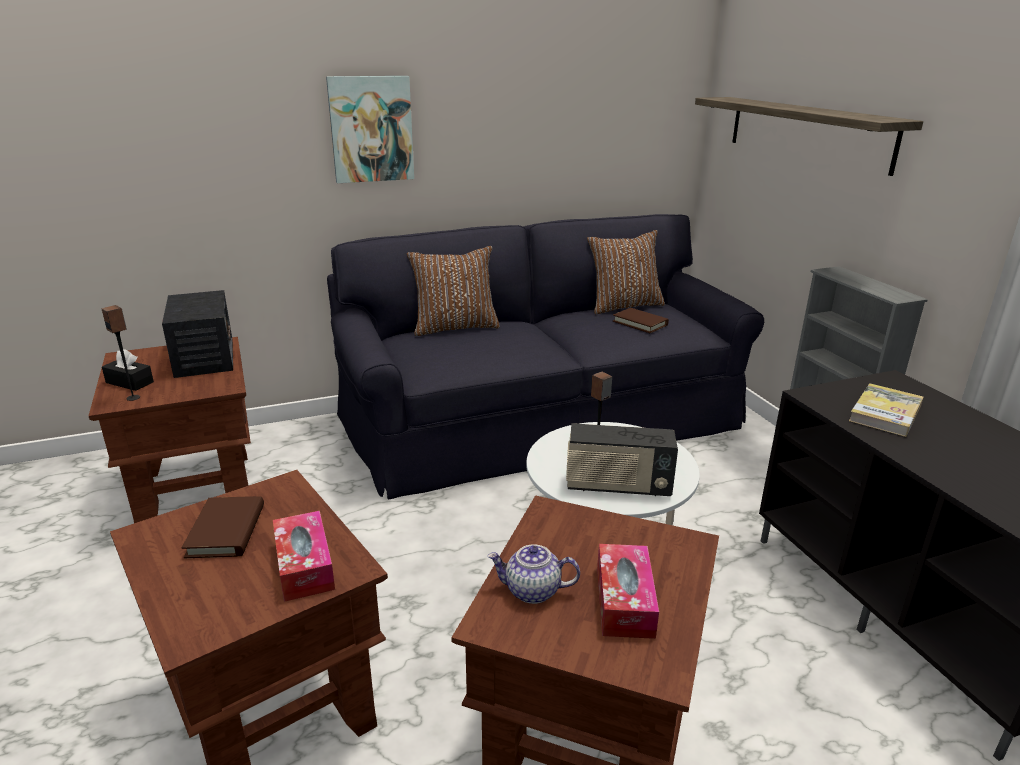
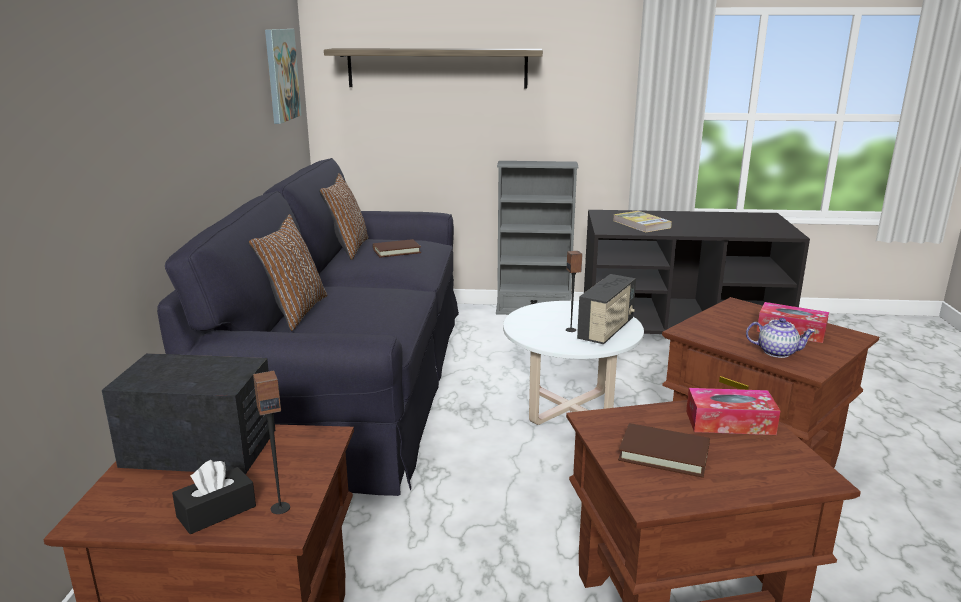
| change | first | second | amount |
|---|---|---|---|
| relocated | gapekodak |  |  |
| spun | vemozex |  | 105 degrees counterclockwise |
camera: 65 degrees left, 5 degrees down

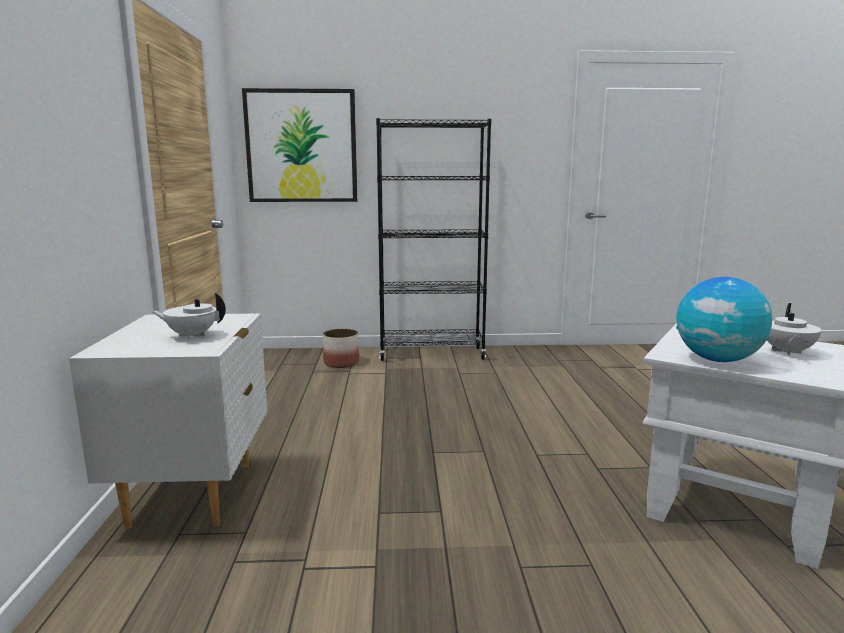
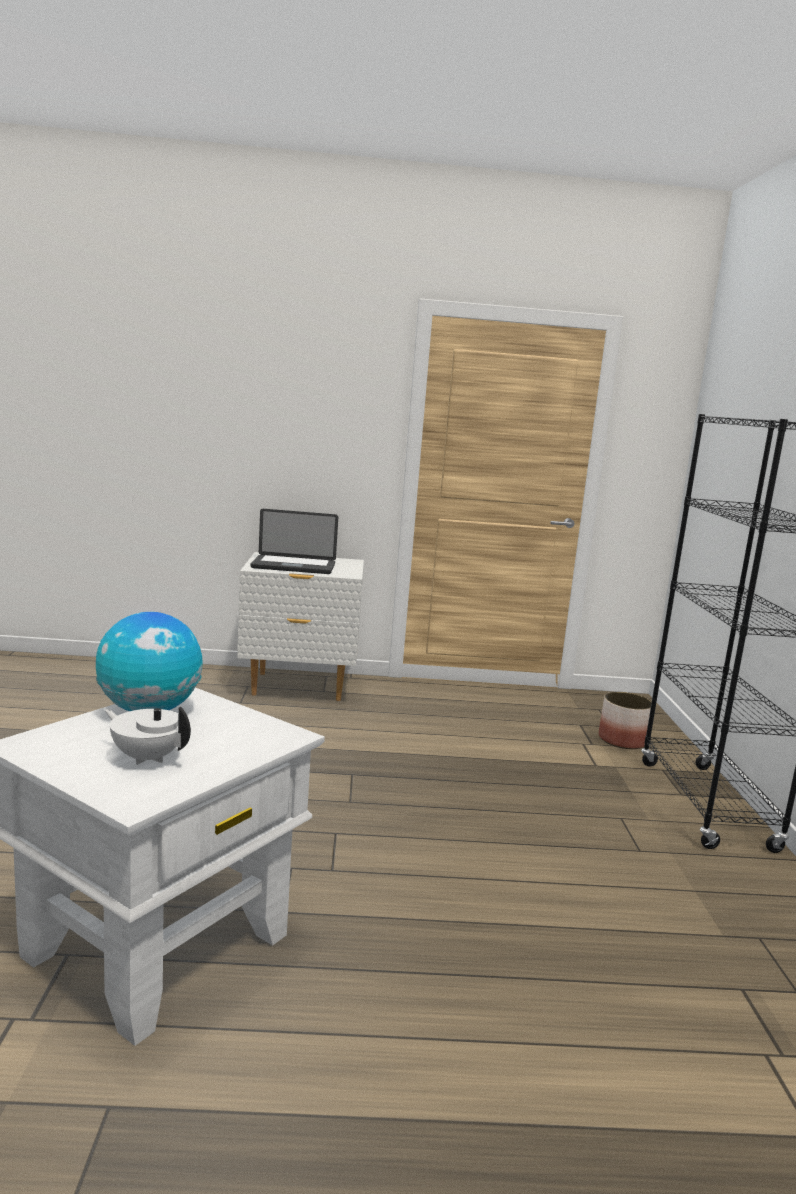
| change | first | second | amount |
|---|---|---|---|
| missing | gapekodak |  |  |
| exchanged | vemozex (white) (no. 1 from left) | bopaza |  |
camera: 90 degrees right, 0 degrees up

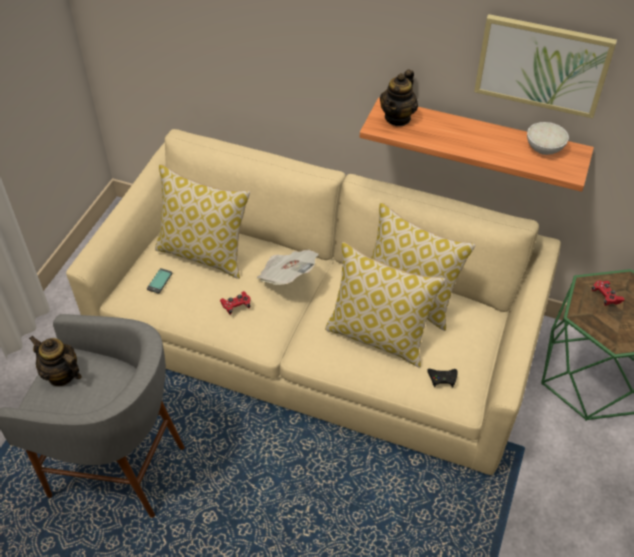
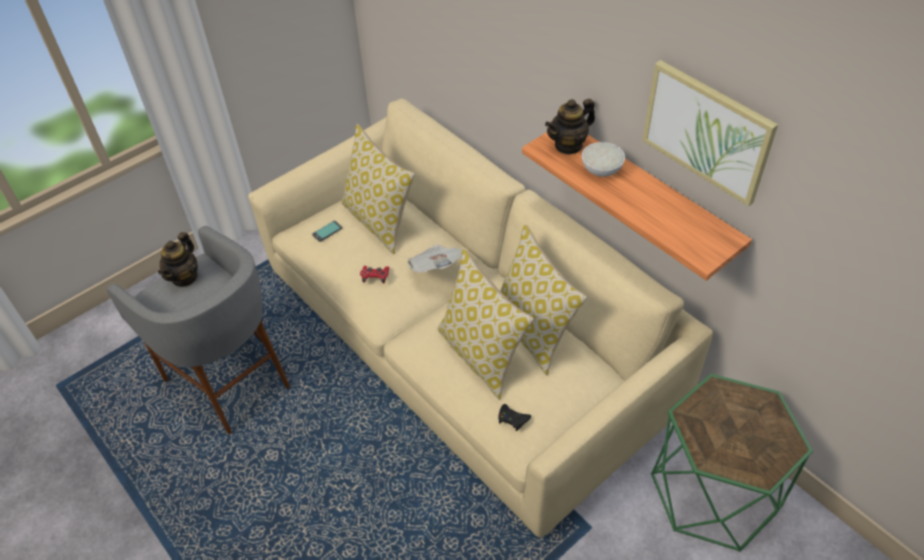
| change | first | second | amount |
|---|---|---|---|
| missing | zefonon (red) (no. 2 from left) |  |  |
| relocated | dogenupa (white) |  |  |
| spun | vemozex (no. 1 from left) |  | 135 degrees counterclockwise |
camera: 30 degrees right, 0 degrees up

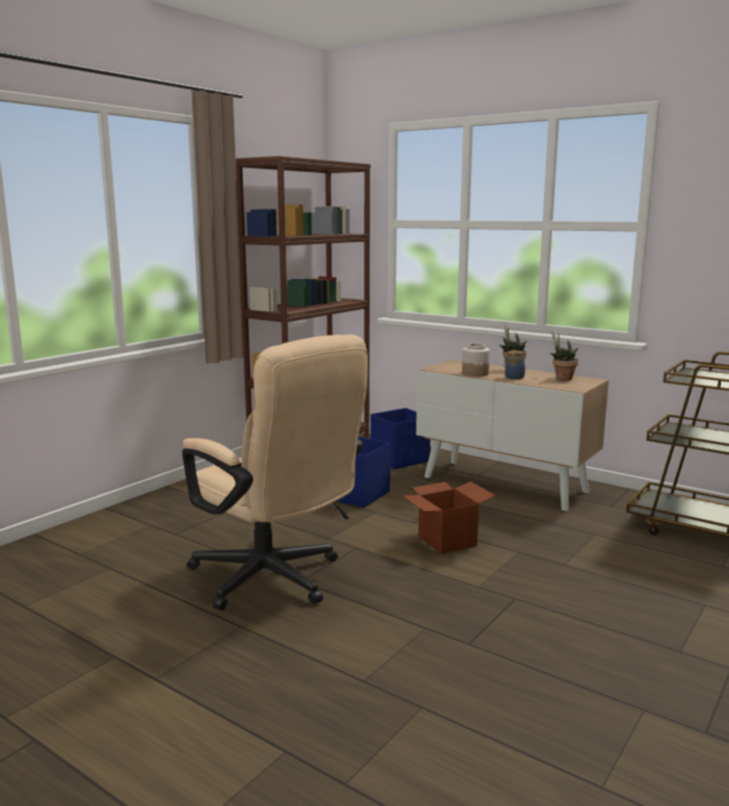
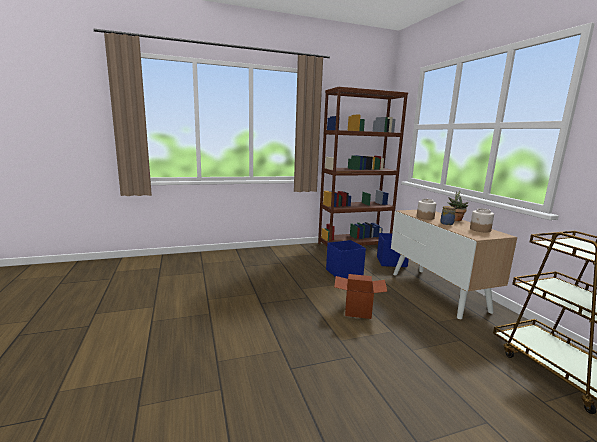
| change | first | second | amount |
|---|---|---|---|
| missing | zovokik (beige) |  |  |
| exchanged | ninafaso (no. 2 from left) | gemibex (no. 3 from left) |  |
camera: 35 degrees right, 0 degrees up

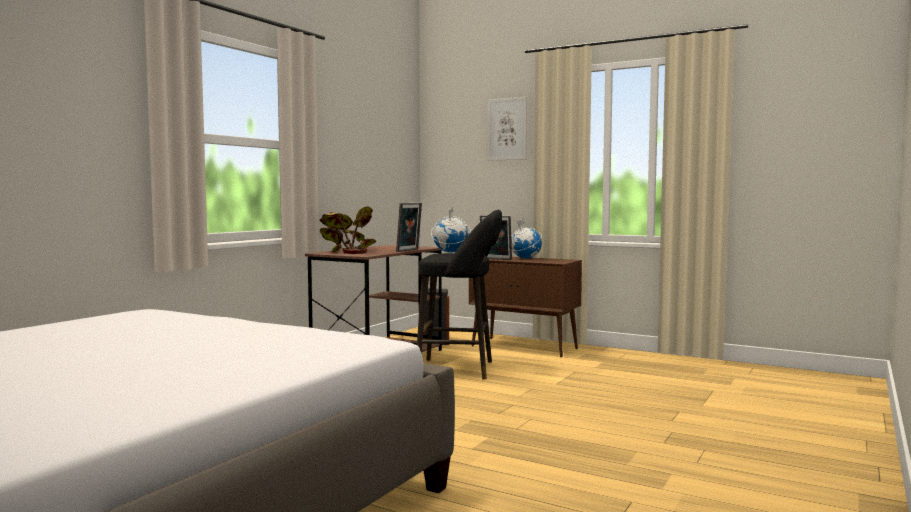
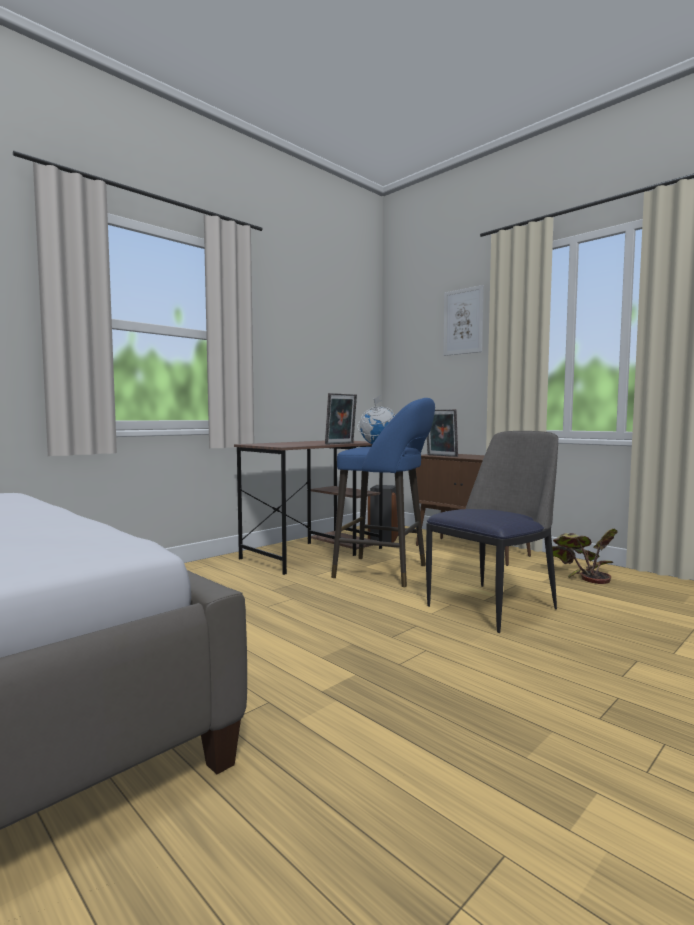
| change | first | second | amount |
|---|---|---|---|
| missing | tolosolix (no. 2 from left) |  |  |
| appeared |  | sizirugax |  |
| relocated | ninafaso |  |  |
| colour | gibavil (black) | gibavil (blue) |  |
camera: 15 degrees right, 0 degrees up

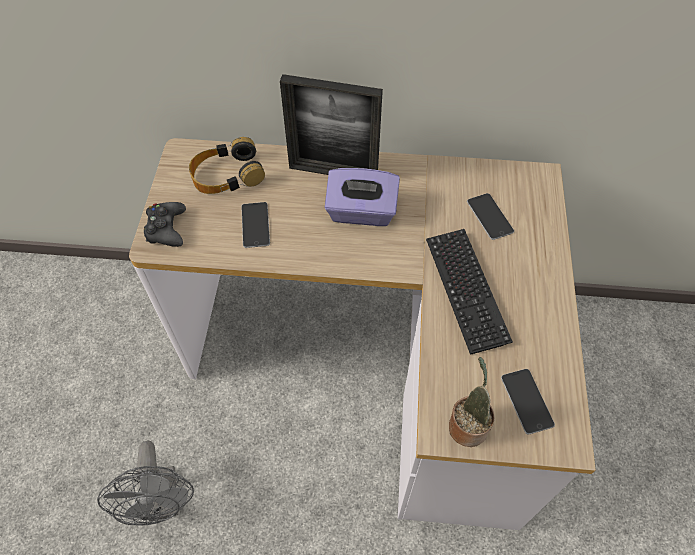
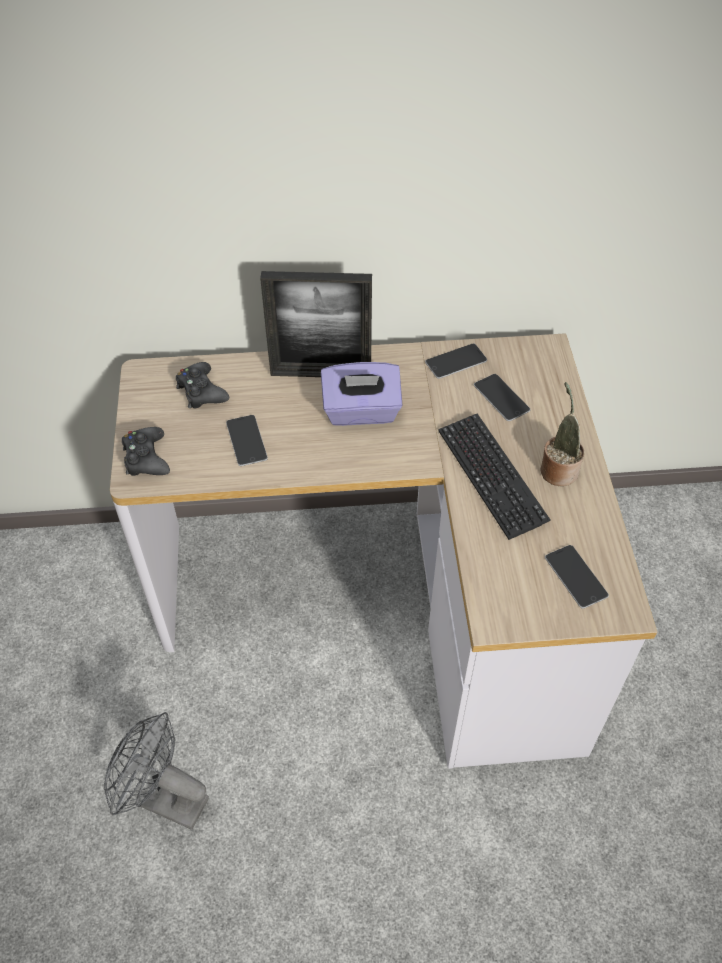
| change | first | second | amount |
|---|---|---|---|
| appeared |  | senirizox (no. 2 from left) |  |
| relocated | ninafaso |  |  |
| exchanged | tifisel | zefonon (black) (no. 2 from left) |  |
| spun | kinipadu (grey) |  | 135 degrees clockwise |
camera: 10 degrees left, 5 degrees down

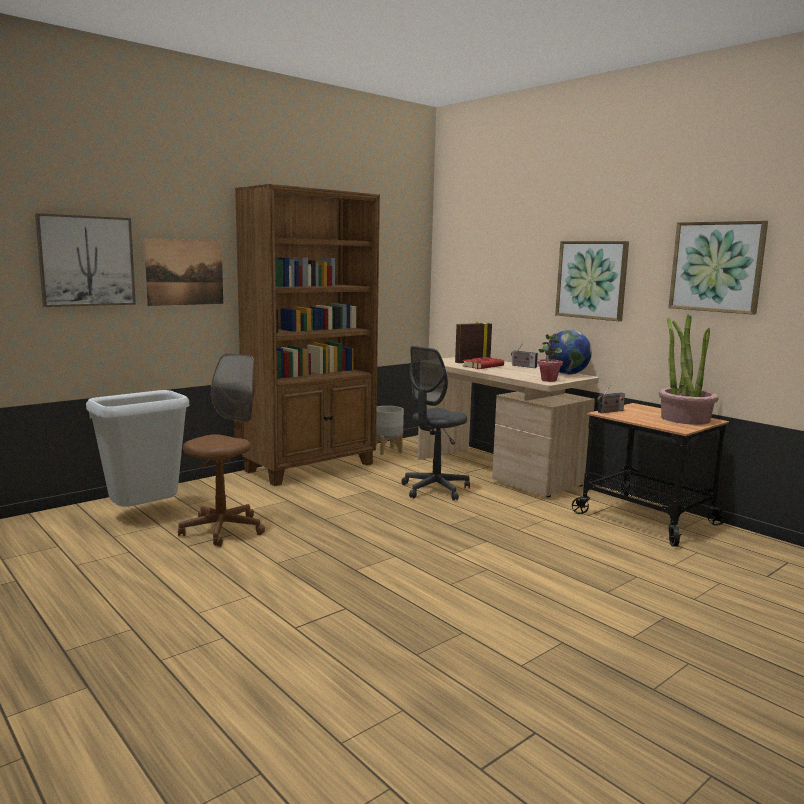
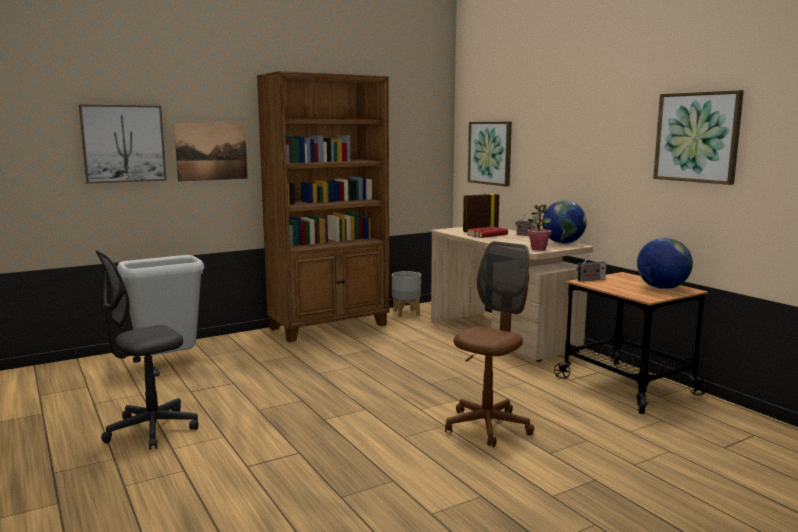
| change | first | second | amount |
|---|---|---|---|
| relocated | zovokik (brown) |  |  |
| relocated | zovokik (grey) |  |  |
| relocated | gapekodak (no. 3 from left) |  |  |
| exchanged | ninafaso (no. 2 from left) | tolosolix (no. 2 from left) |  |
camera: 10 degrees right, 0 degrees up

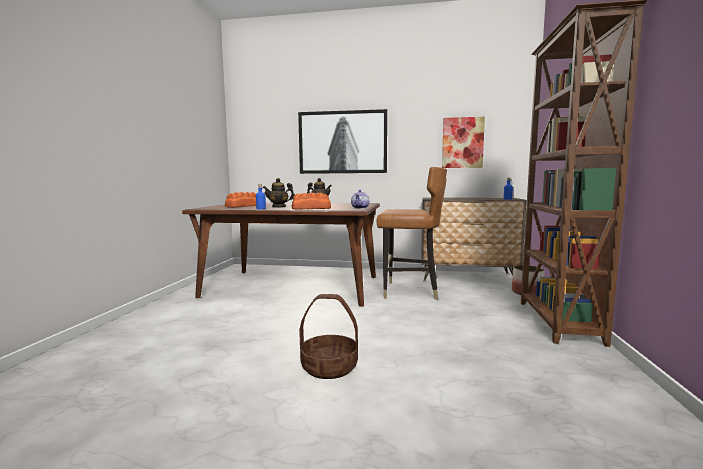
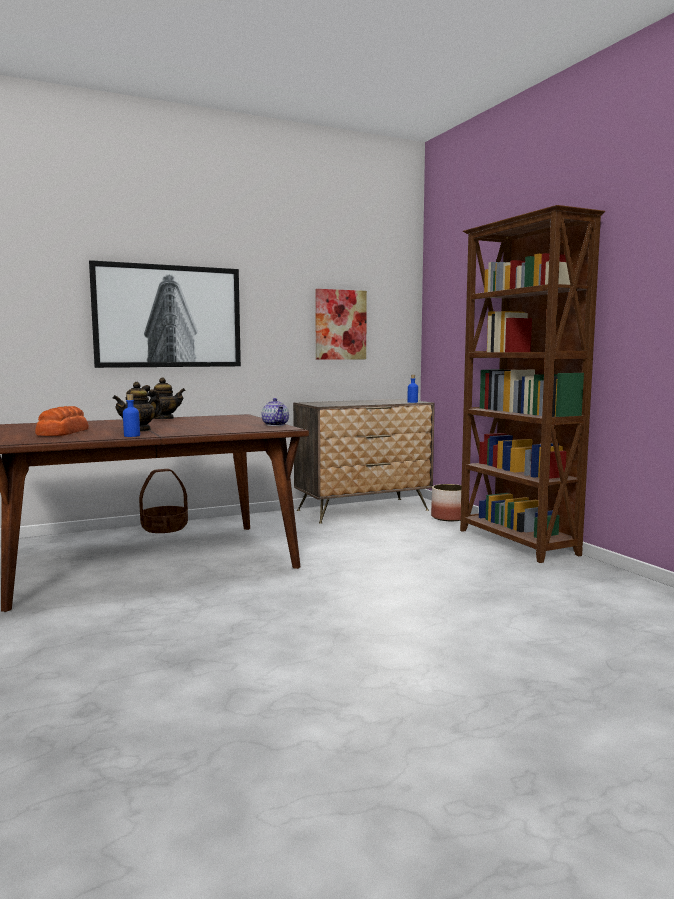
| change | first | second | amount |
|---|---|---|---|
| missing | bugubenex (no. 2 from left) |  |  |
| missing | sizirugax (brown) |  |  |
| relocated | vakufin |  |  |
camera: 35 degrees left, 0 degrees up

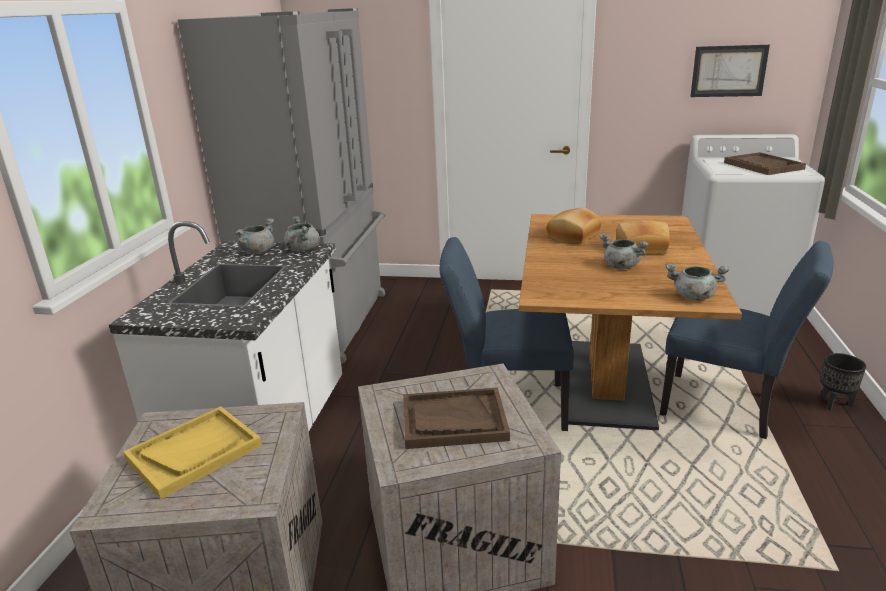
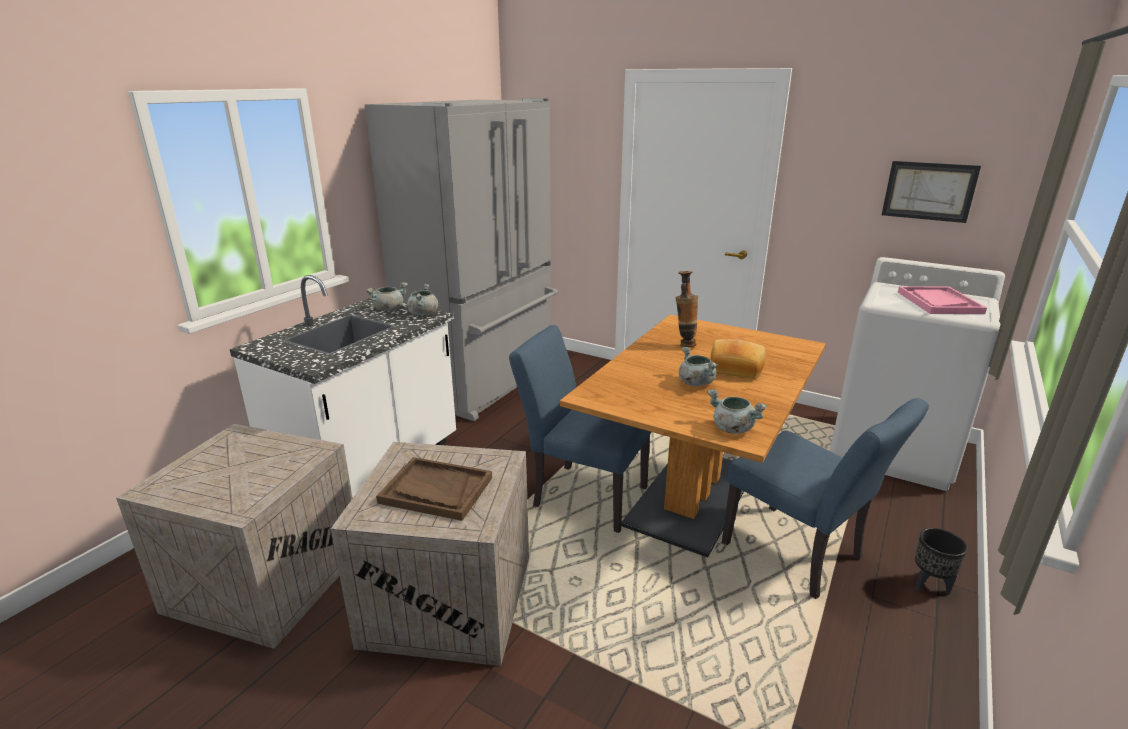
| change | first | second | amount |
|---|---|---|---|
| missing | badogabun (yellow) |  |  |
| exchanged | bugubenex (no. 1 from left) | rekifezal |  |
| colour | badogabun (brown) (no. 2 from left) | badogabun (pink) |  |
camera: 20 degrees right, 0 degrees up

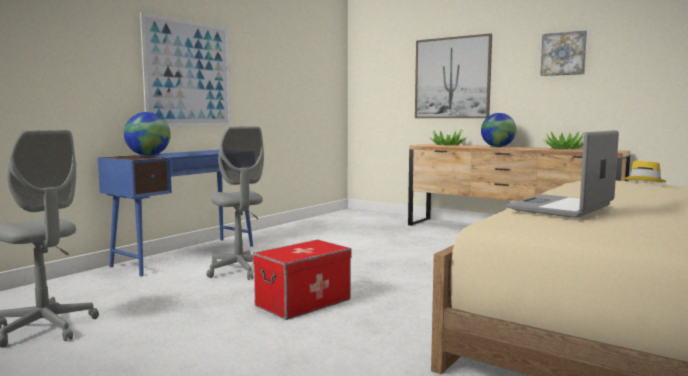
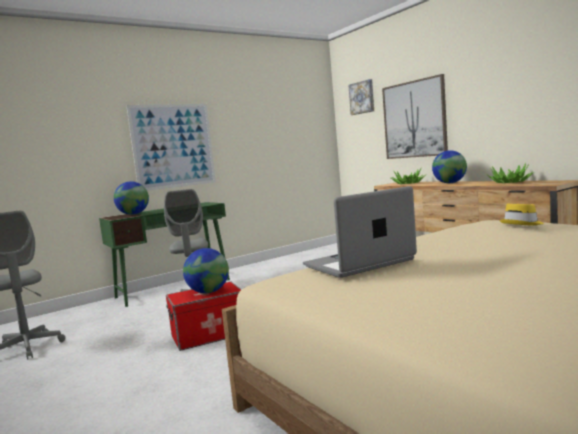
| change | first | second | amount |
|---|---|---|---|
| appeared |  | tolosolix (no. 2 from left) |  |
| relocated | gapekodak (no. 3 from left in the first image) | gapekodak (no. 2 from left) |  |
| colour | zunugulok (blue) | zunugulok (green) |  |
camera: 20 degrees right, 0 degrees up

